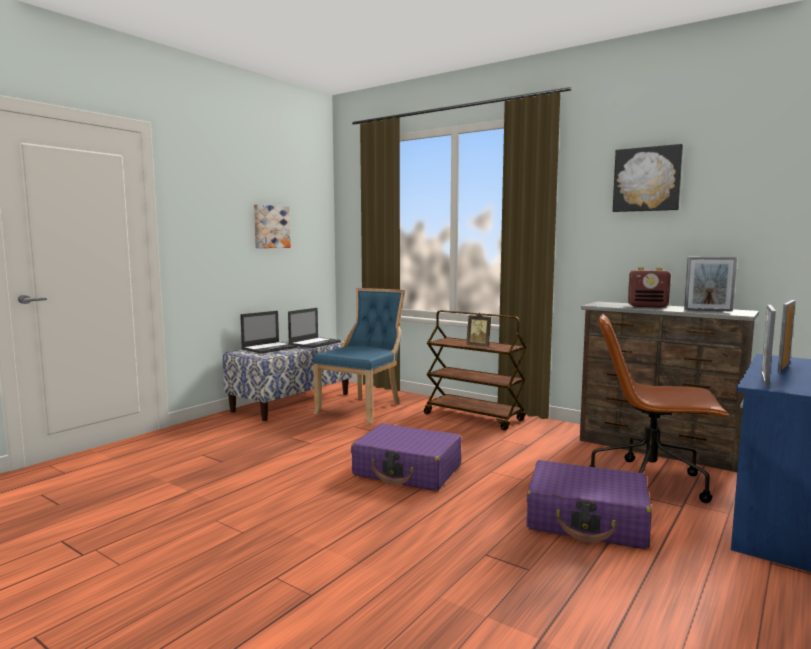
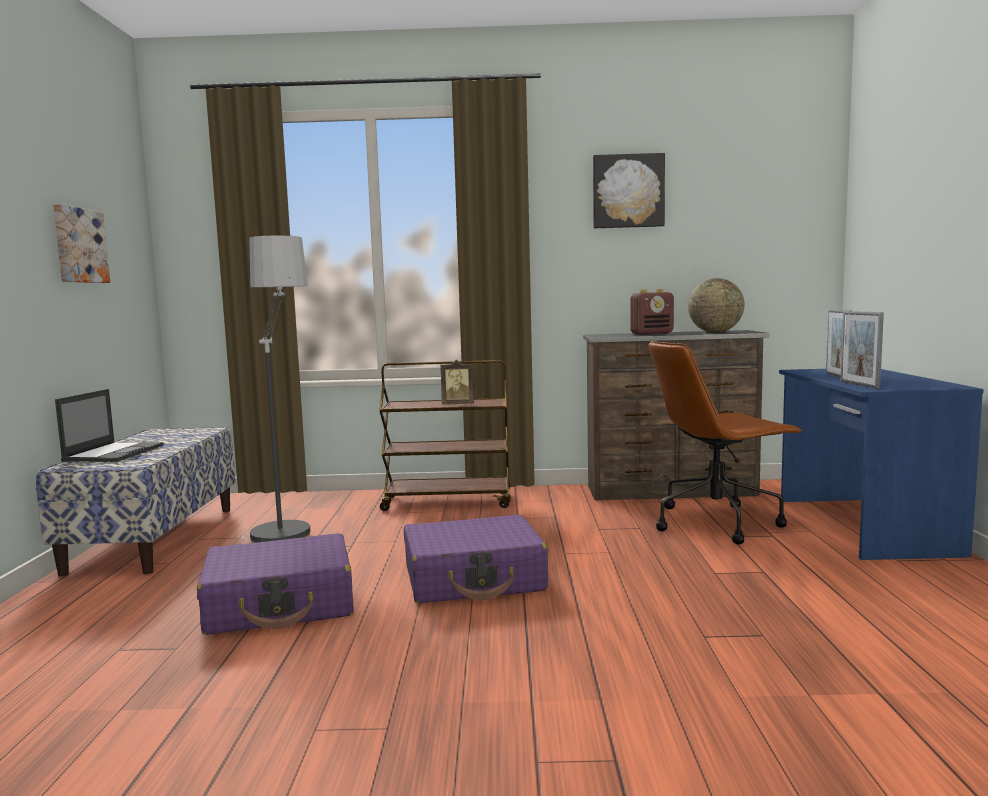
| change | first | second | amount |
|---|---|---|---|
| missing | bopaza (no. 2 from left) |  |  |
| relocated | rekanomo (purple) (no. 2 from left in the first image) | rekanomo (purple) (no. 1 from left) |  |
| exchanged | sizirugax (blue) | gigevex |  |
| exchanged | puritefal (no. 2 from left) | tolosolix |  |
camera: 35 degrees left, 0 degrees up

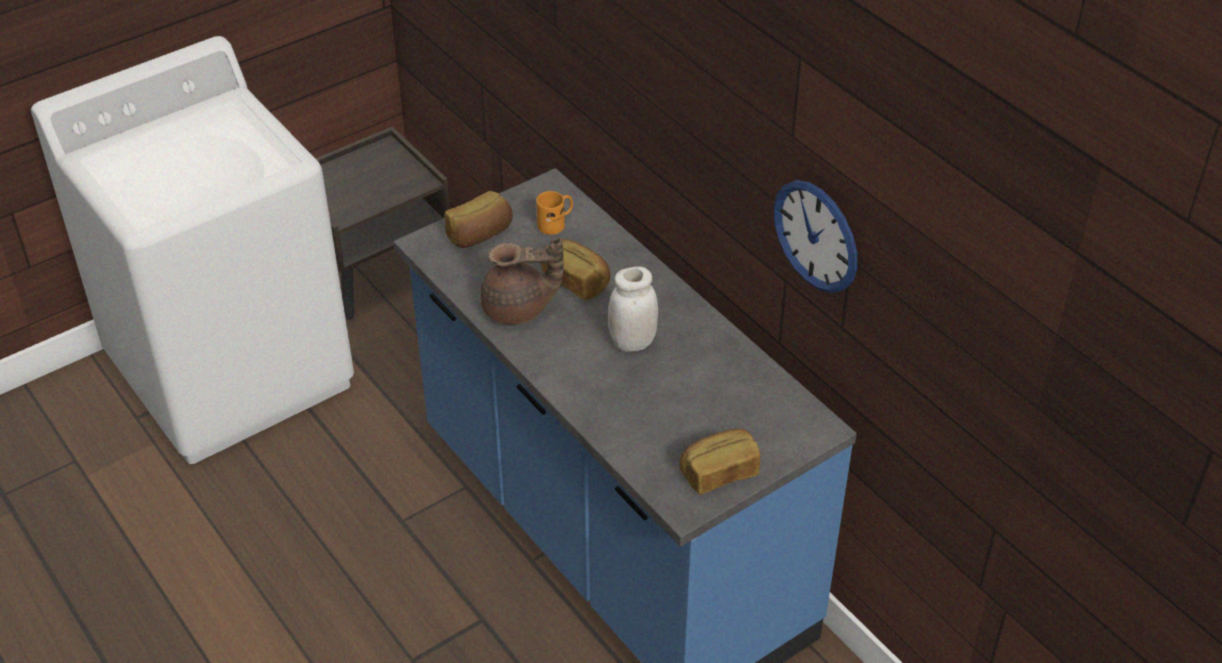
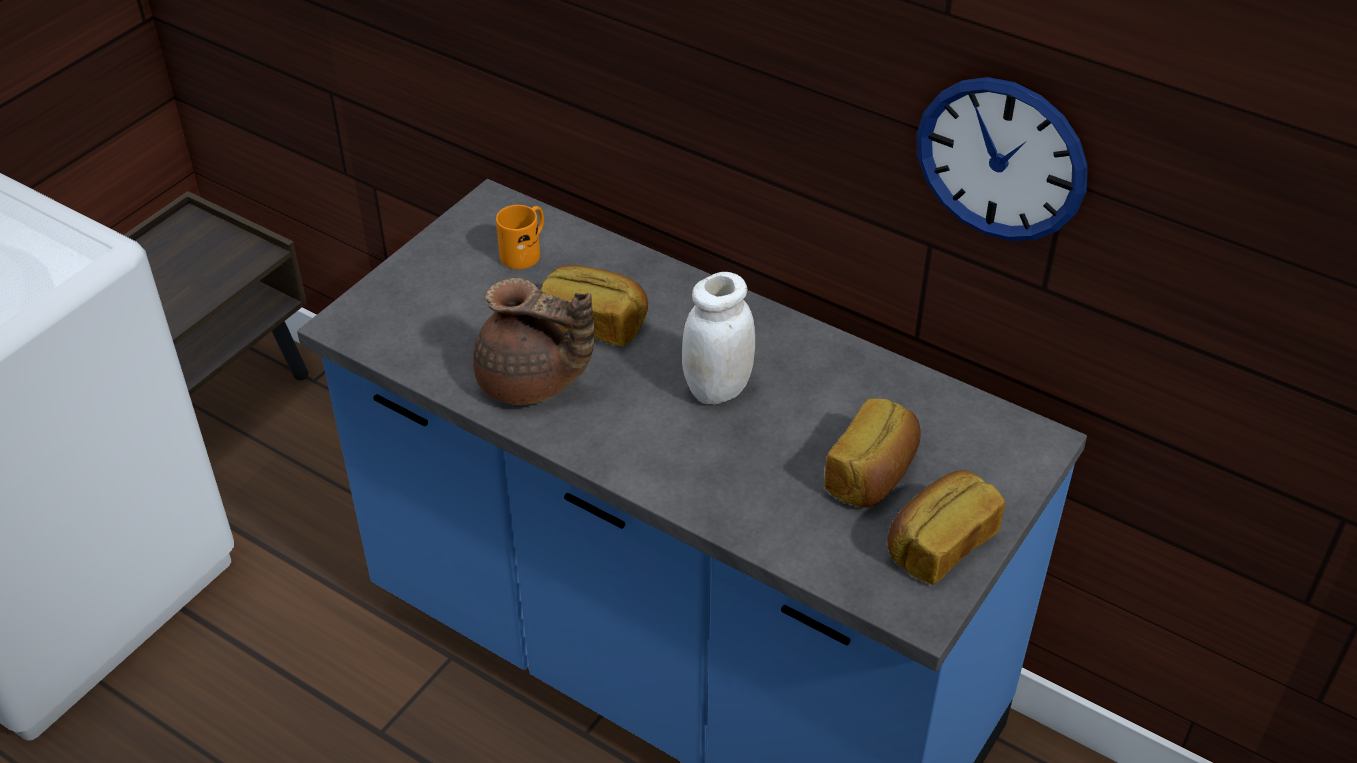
| change | first | second | amount |
|---|---|---|---|
| relocated | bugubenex (no. 1 from left in the first image) | bugubenex (no. 2 from left) |  |
| spun | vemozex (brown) |  | 45 degrees clockwise |
camera: 20 degrees left, 0 degrees up

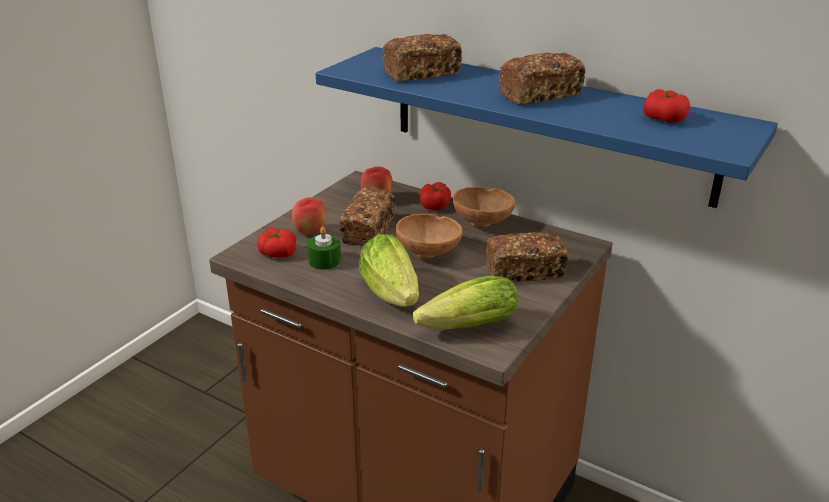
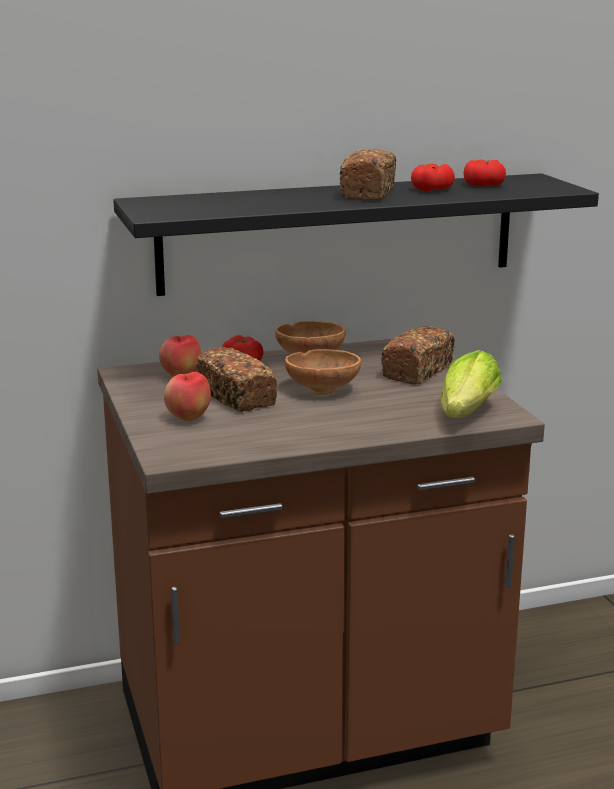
| change | first | second | amount |
|---|---|---|---|
| missing | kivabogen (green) |  |  |
| missing | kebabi (no. 1 from left) |  |  |
| missing | bugubenex (no. 2 from left) |  |  |
| relocated | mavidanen (no. 1 from left in the first image) | mavidanen (no. 2 from left) |  |
| colour | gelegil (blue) | gelegil (black) |  |
camera: 50 degrees left, 10 degrees down

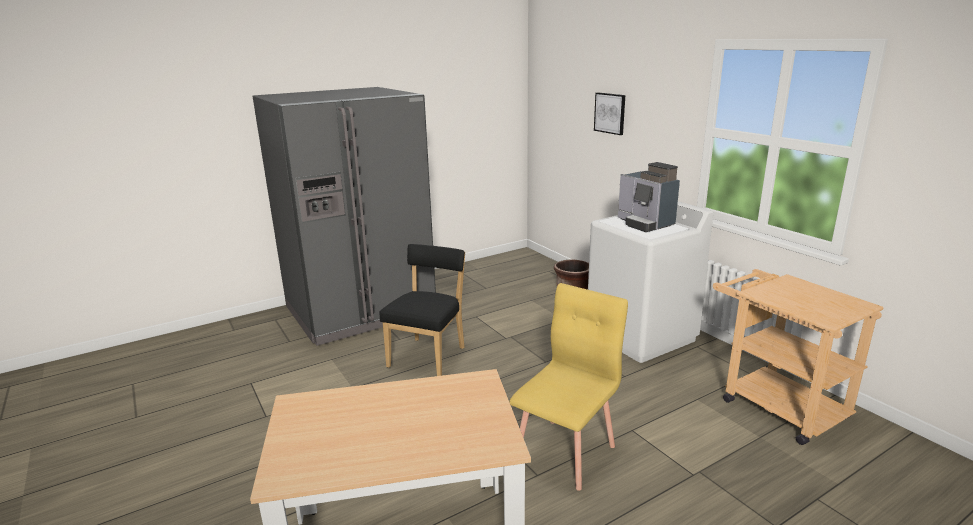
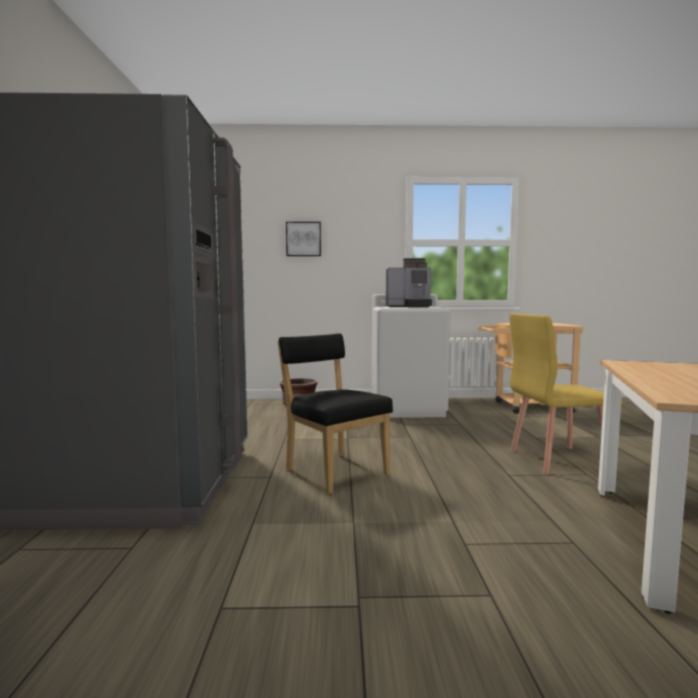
| change | first | second | amount |
|---|---|---|---|
| spun | sizirugax (yellow) |  | 75 degrees counterclockwise |
camera: 60 degrees left, 15 degrees down

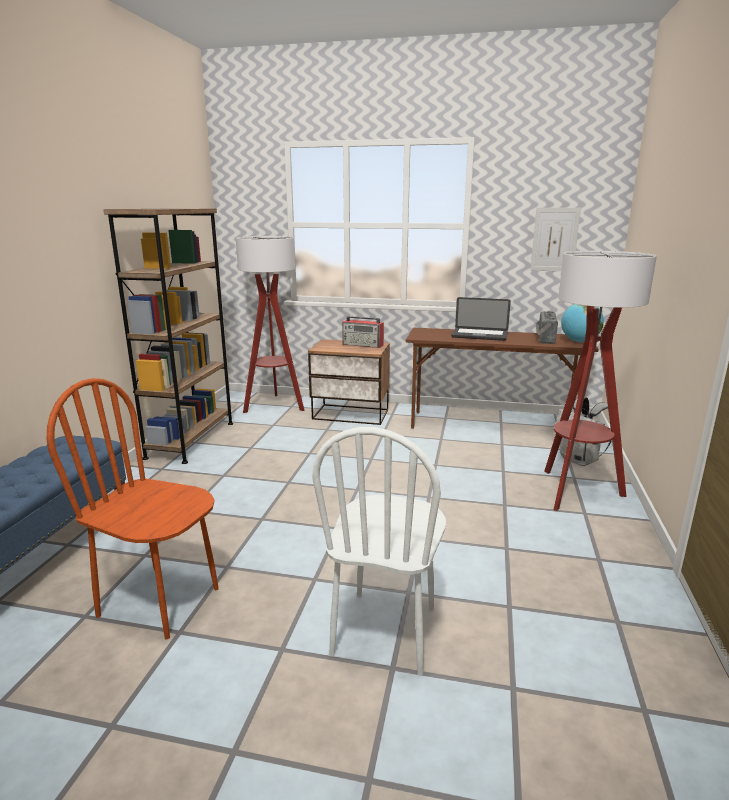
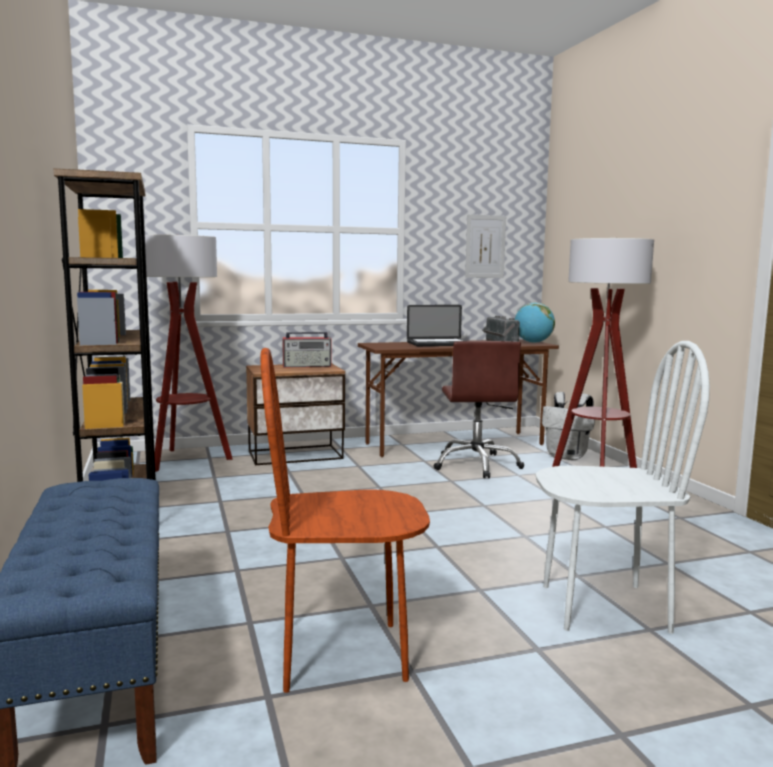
| change | first | second | amount |
|---|---|---|---|
| appeared |  | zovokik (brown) |  |
| spun | sizirugax (white) |  | 75 degrees counterclockwise |
camera: 30 degrees left, 10 degrees down

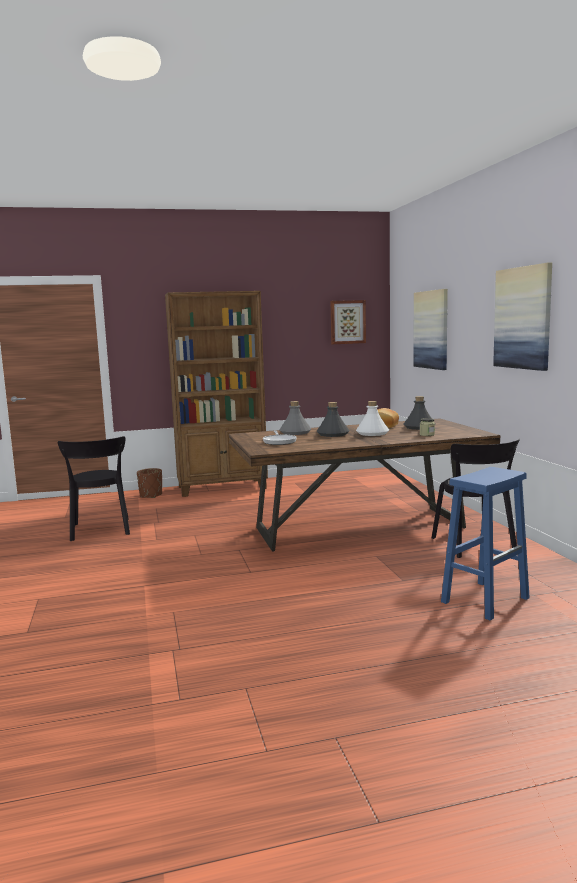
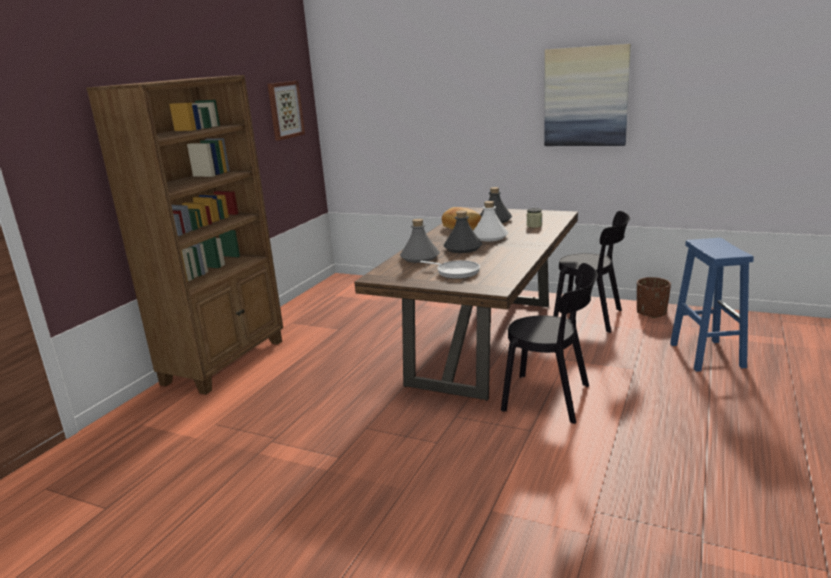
| change | first | second | amount |
|---|---|---|---|
| missing | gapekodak (no. 2 from left) |  |  |
| relocated | sizirugax (black) (no. 1 from left) |  |  |
| relocated | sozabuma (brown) |  |  |
camera: 50 degrees left, 10 degrees up

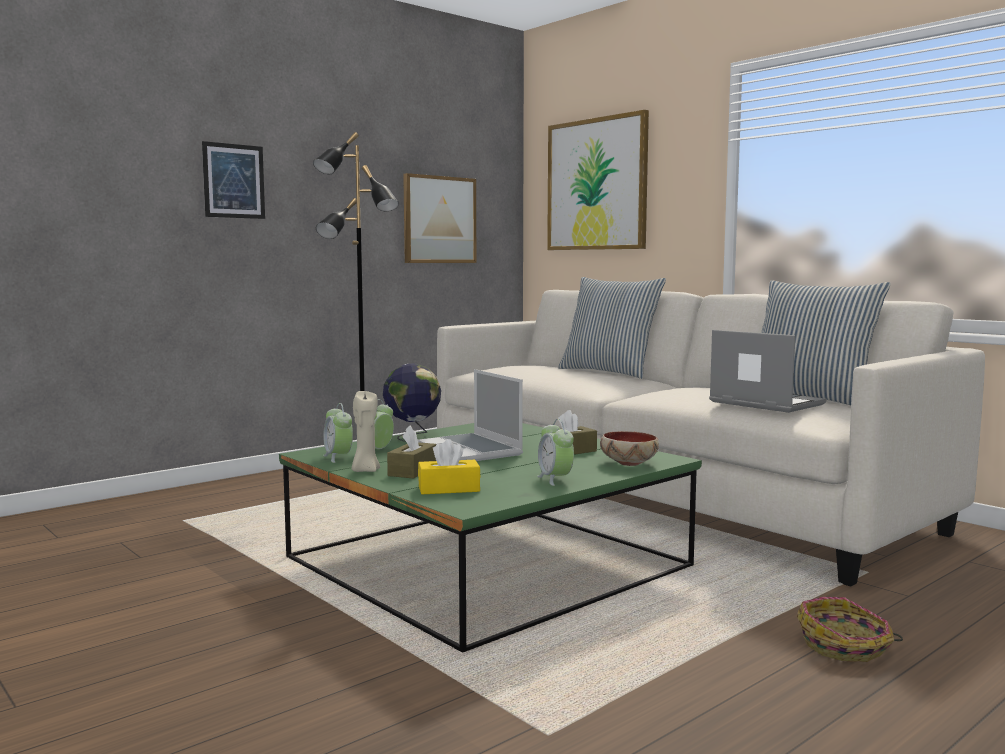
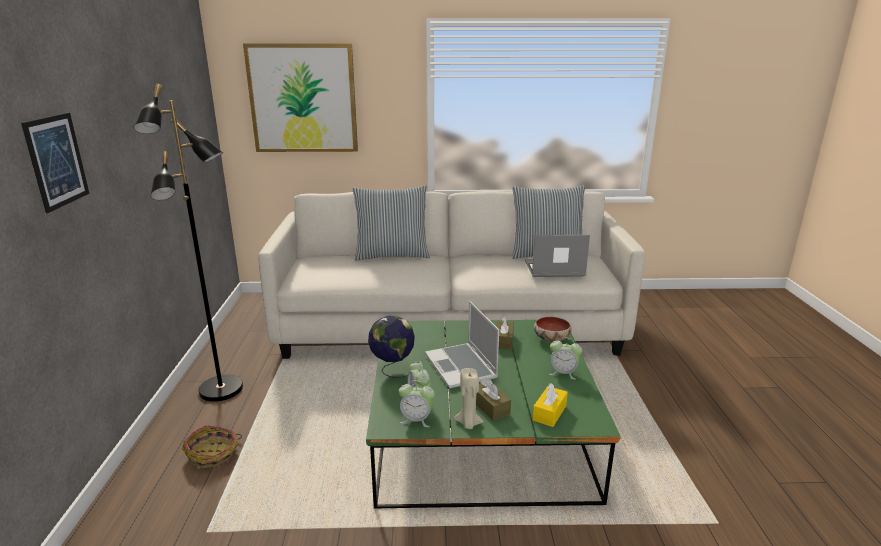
| change | first | second | amount |
|---|---|---|---|
| missing | gapekodak (no. 2 from left) |  |  |
| relocated | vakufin |  |  |
| spun | bopaza (no. 1 from left) |  | 60 degrees clockwise |
camera: 50 degrees left, 15 degrees up

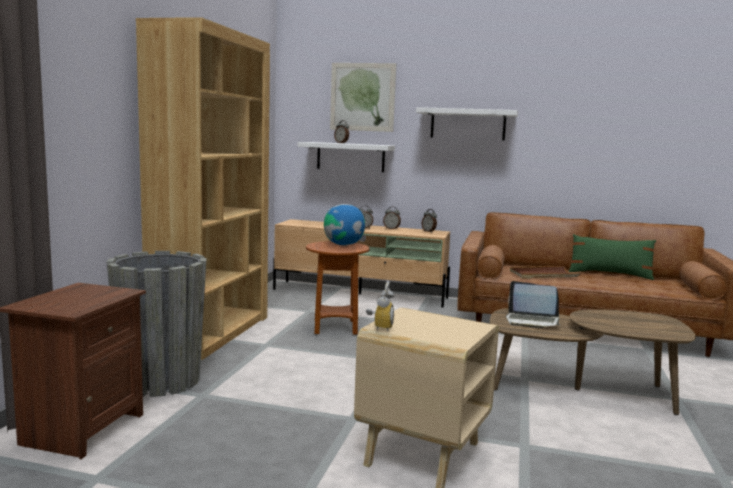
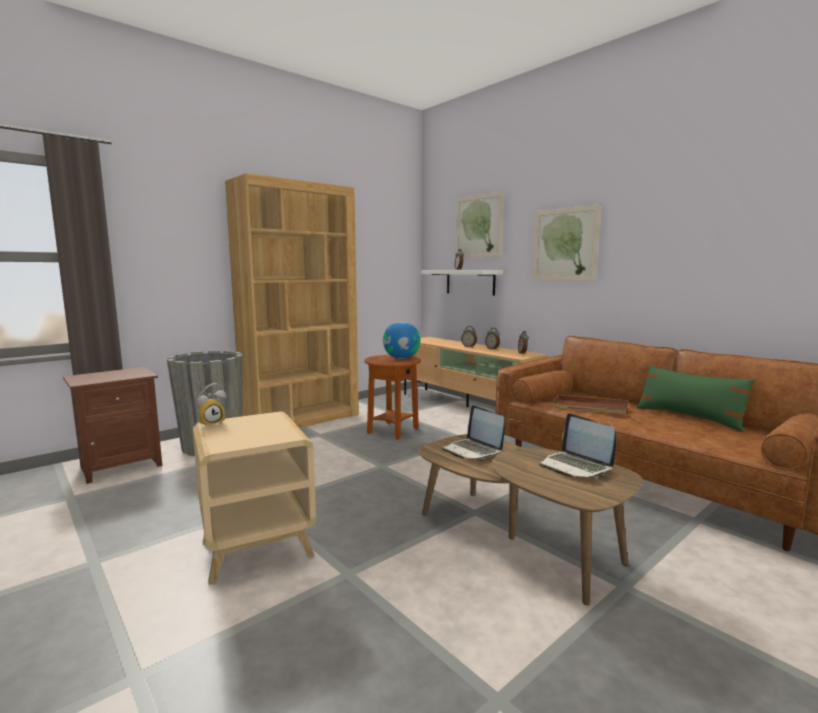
| change | first | second | amount |
|---|---|---|---|
| appeared |  | bopaza (no. 2 from left) |  |
| exchanged | gelegil (white) (no. 2 from left) | gapekodak (no. 2 from left) |  |
camera: 35 degrees right, 0 degrees up

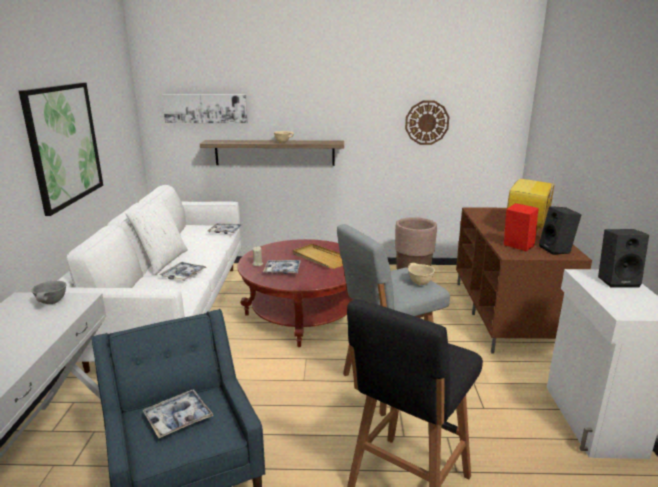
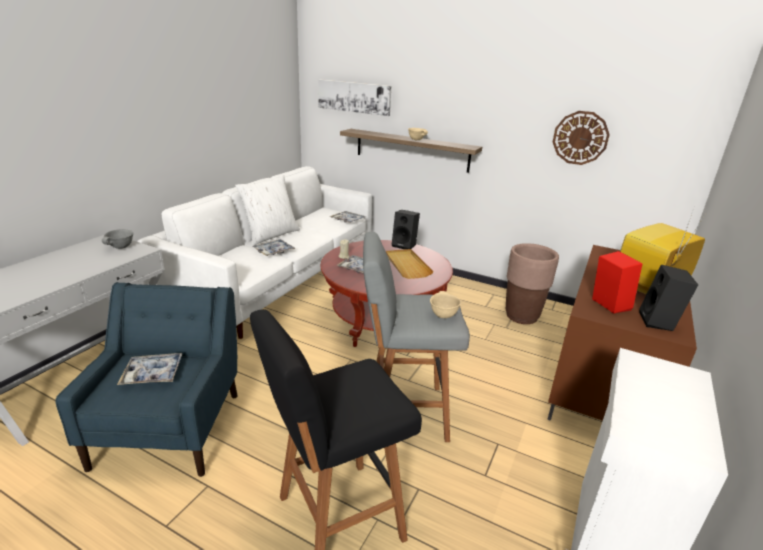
| change | first | second | amount |
|---|---|---|---|
| missing | gapekodak (no. 1 from left) |  |  |
| relocated | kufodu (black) (no. 2 from left in the first image) | kufodu (black) (no. 1 from left) |  |
camera: 25 degrees right, 5 degrees up

